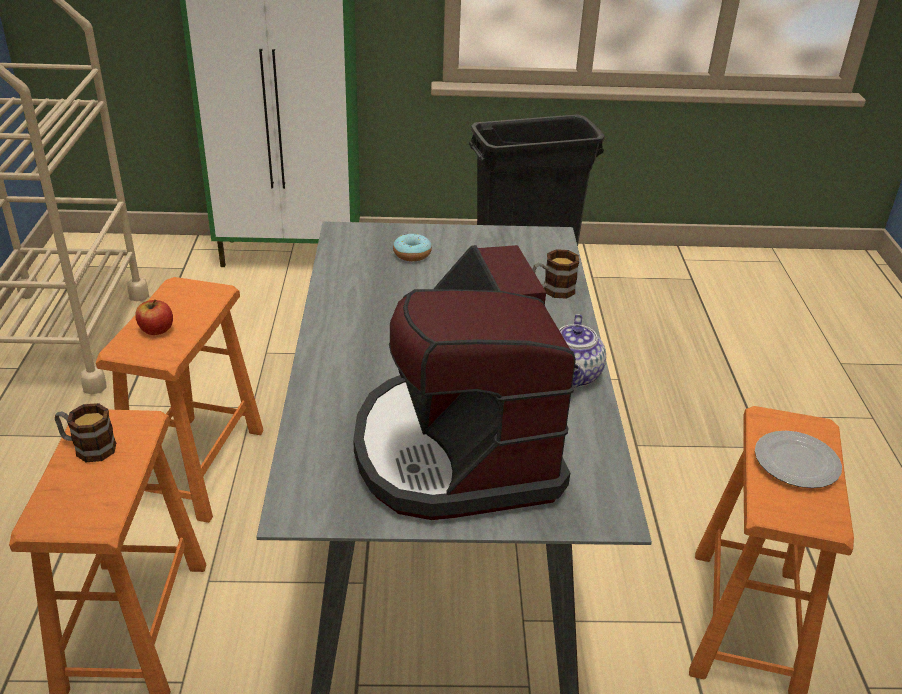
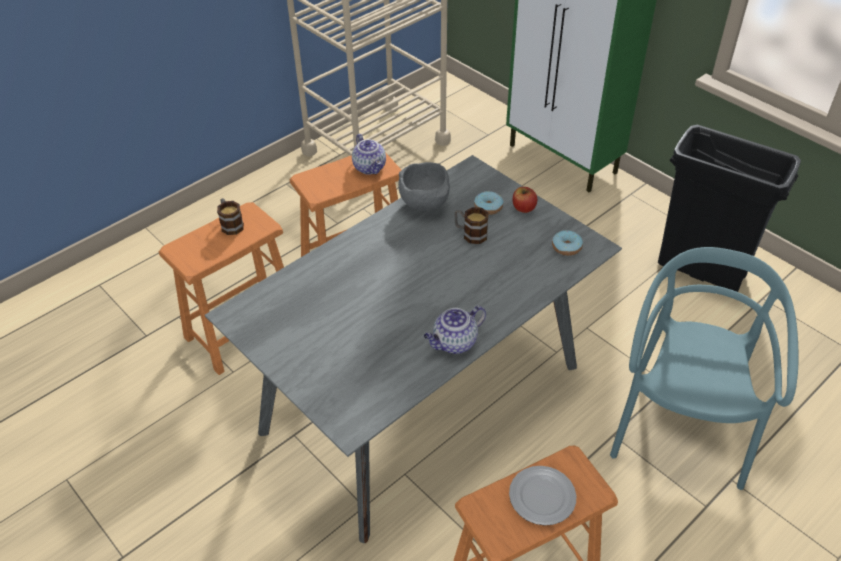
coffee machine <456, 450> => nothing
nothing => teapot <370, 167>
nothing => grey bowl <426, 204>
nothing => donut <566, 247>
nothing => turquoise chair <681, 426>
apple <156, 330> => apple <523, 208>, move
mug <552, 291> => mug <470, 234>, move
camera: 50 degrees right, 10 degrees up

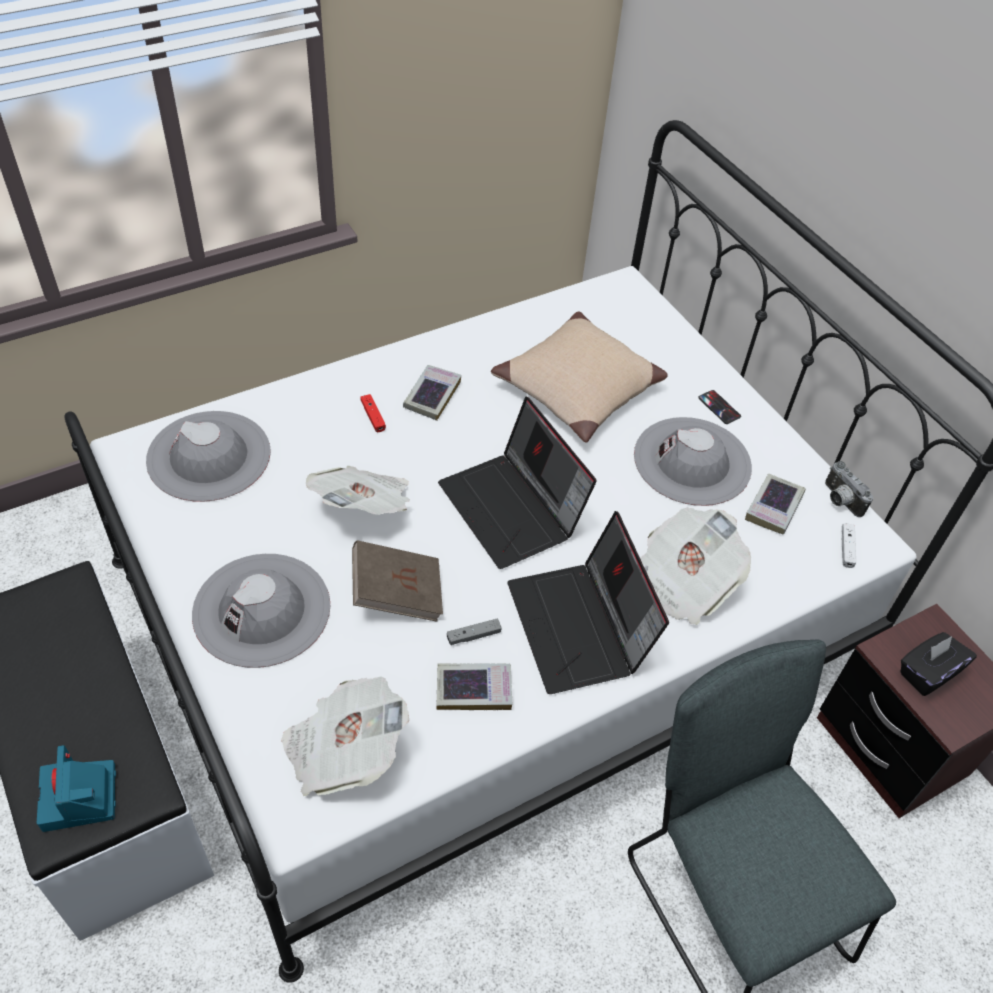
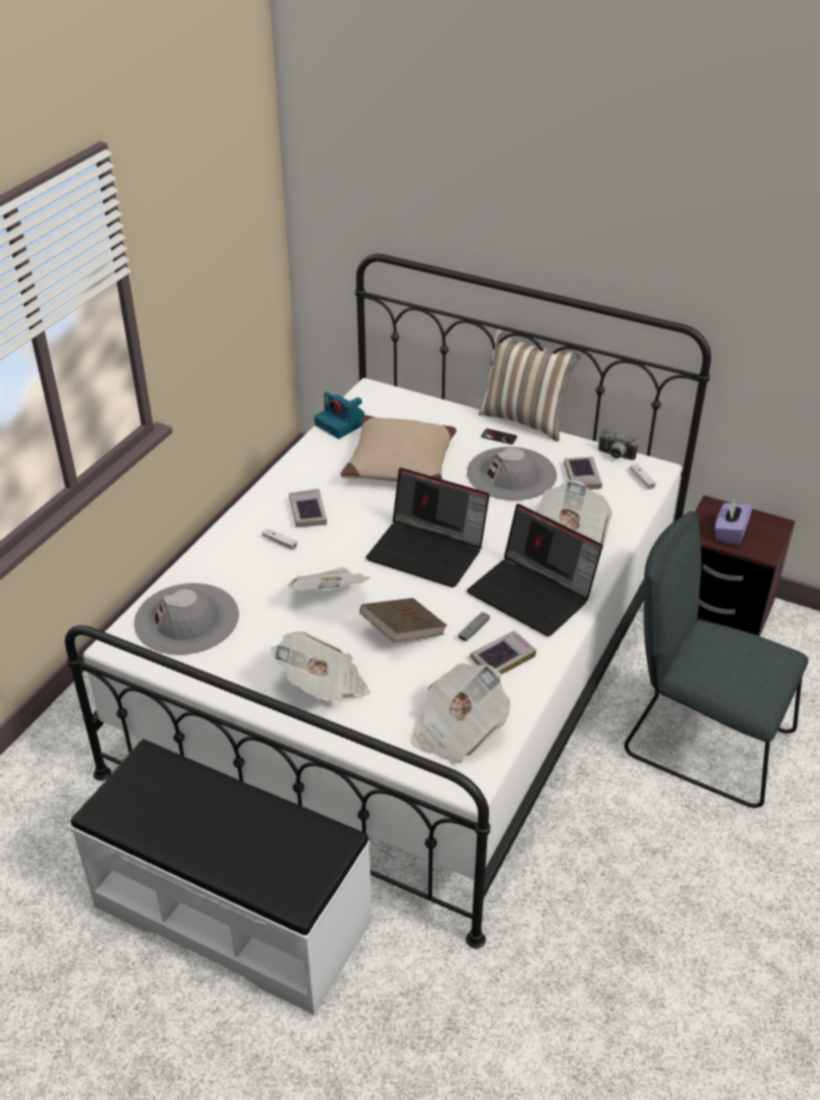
nothing => pillow <525, 420>
photo camera <80, 798> => photo camera <342, 424>, move
grey hat <262, 609> => newspaper <323, 686>
red game controller <373, 417> => white game controller <280, 542>
black tissue box <927, 673> => purple tissue box <730, 533>
camera: 30 degrees left, 10 degrees down

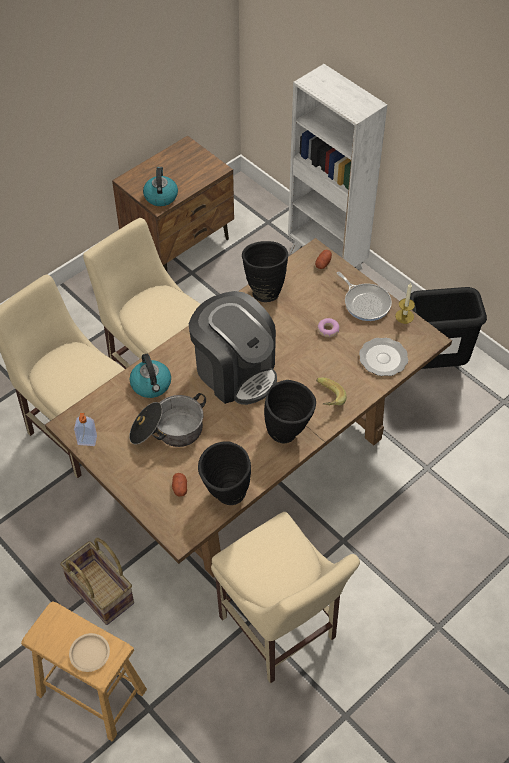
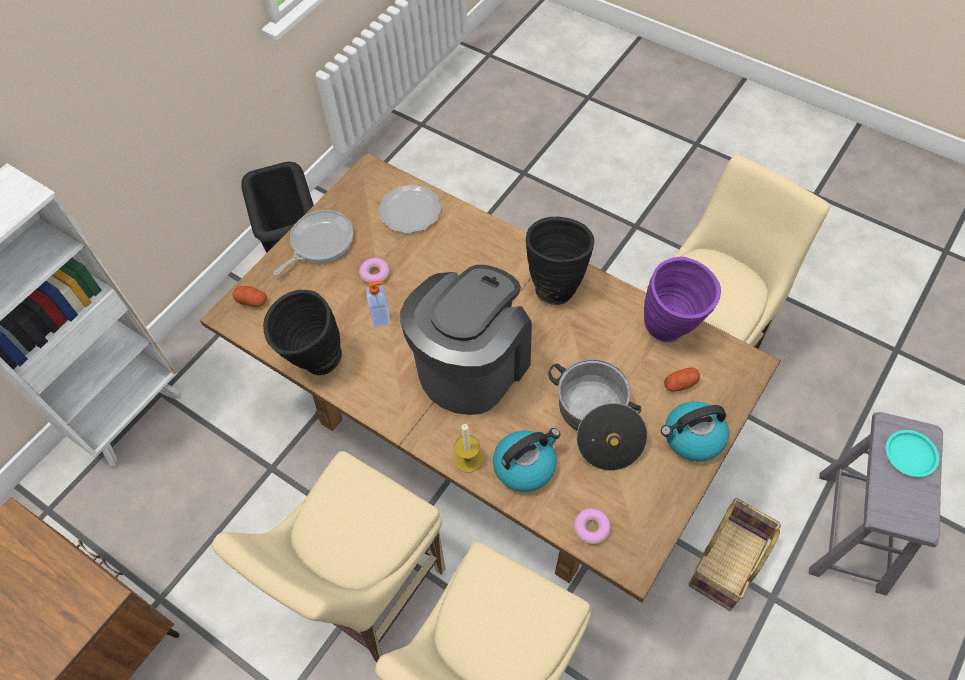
banana <326, 399> => nothing
nothing => donut <591, 528>
soap dispenser <87, 441> => soap dispenser <382, 317>, move
kettle <160, 196> => kettle <692, 438>, move
candle <404, 316> => candle <468, 458>, move
brown stool <91, 692> => grey stool <852, 531>
beige plate <90, 654> => turquoise plate <910, 454>
black vase <225, 497> => purple vase <673, 330>
camera: 100 degrees left, 5 degrees up

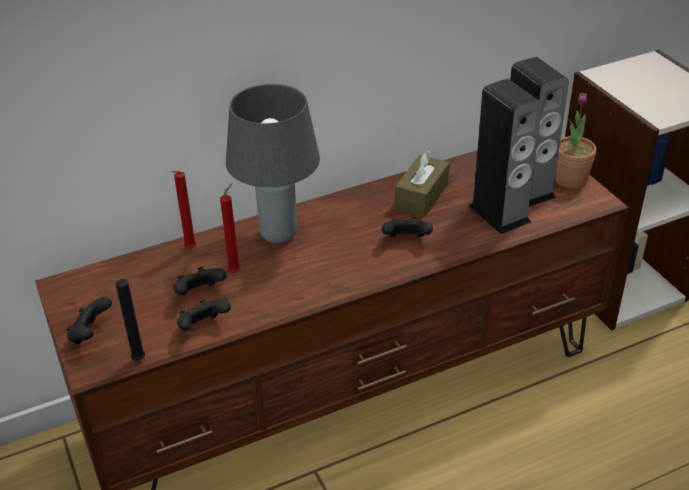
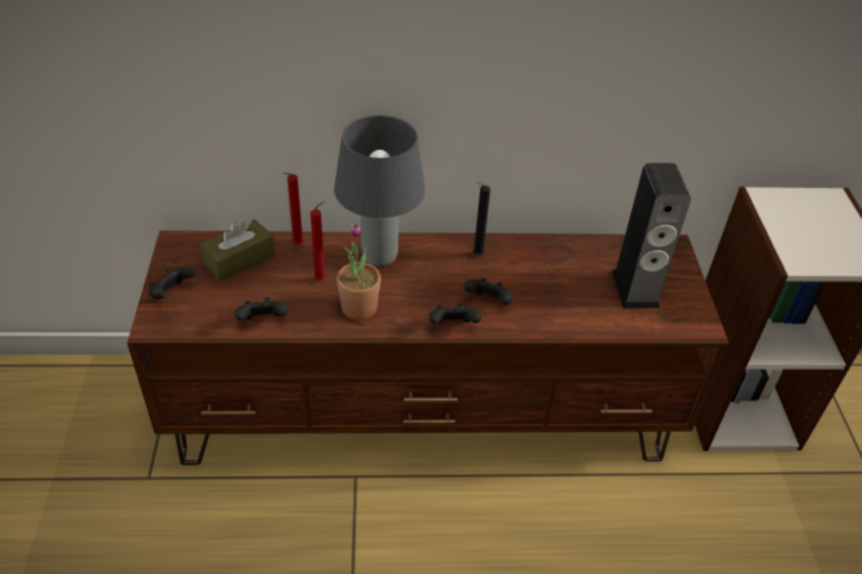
speaker <499, 214> => nothing
black candle <136, 361> => black candle <476, 255>, move
black game controller <199, 293> => black game controller <453, 326>, move
brown tissue box <421, 196> => brown tissue box <239, 260>, move
potted plant <570, 180> => potted plant <359, 307>, move
camera: 20 degrees right, 5 degrees up

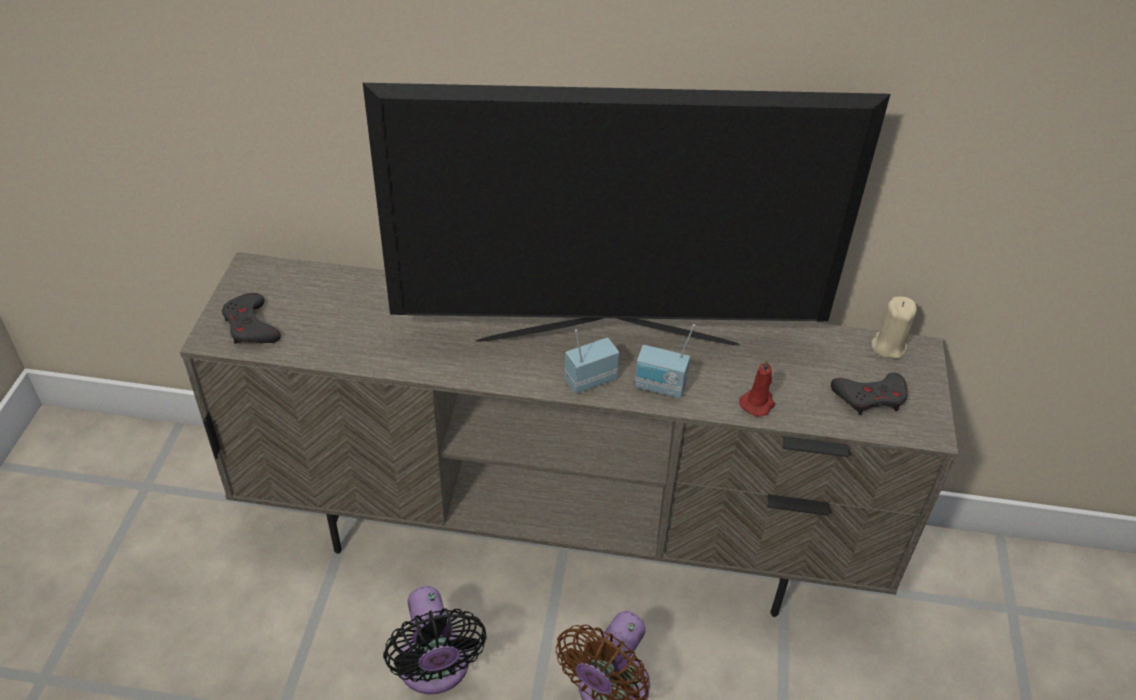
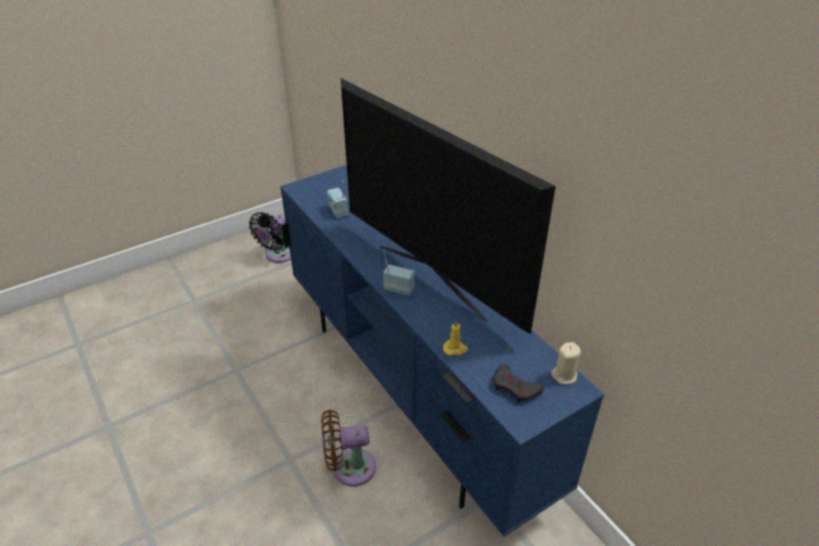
grey game controller <251, 326> => nothing
black fan <435, 669> => black fan <278, 255>, move
radio <659, 387> => radio <337, 212>, move
beige tv stand <564, 536> => blue tv stand <413, 395>
red candle <758, 403> => yellow candle <455, 349>
camera: 50 degrees right, 5 degrees down

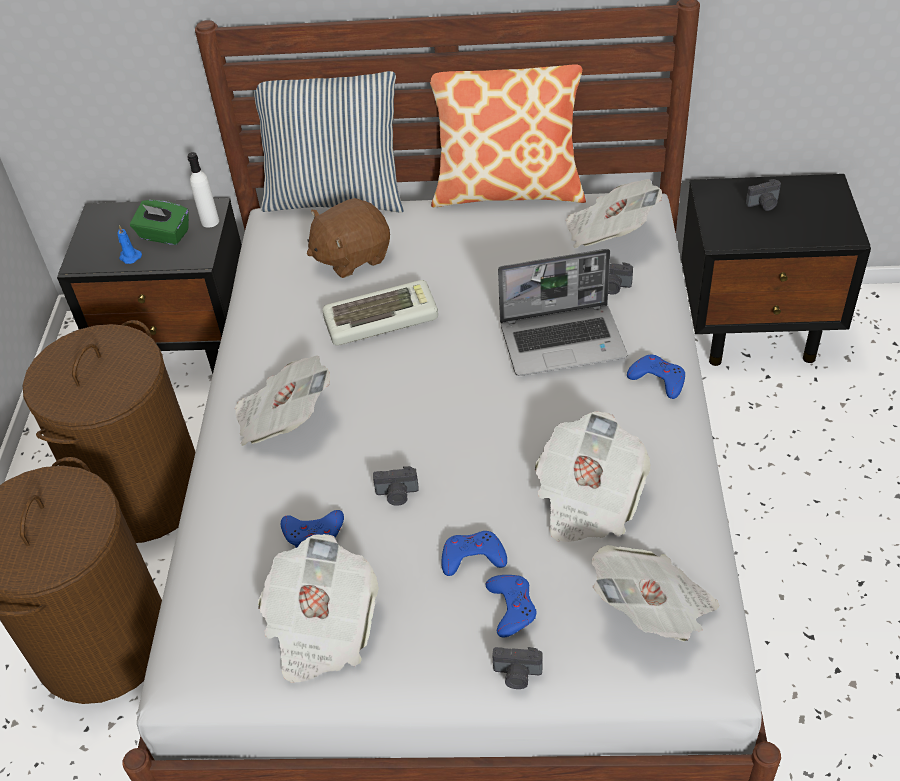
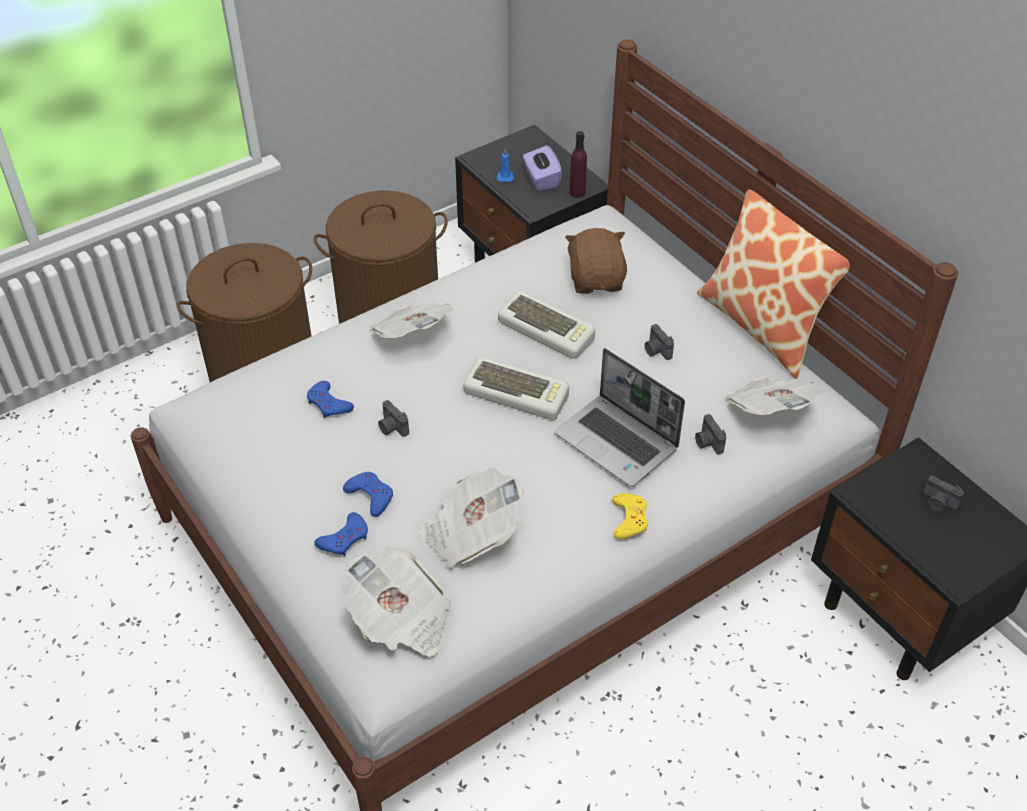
pillow <336, 197> => nothing
newspaper <321, 628> => nothing
nothing => keyboard <518, 393>
photo camera <517, 675> => photo camera <656, 351>, move
green tissue box <164, 235> => purple tissue box <541, 179>
white bottle <210, 221> => purple bottle <577, 192>
blue game controller <658, 379> => yellow game controller <629, 519>
brown plush toy <351, 257> => brown plush toy <596, 280>, 60 degrees clockwise
camera: 50 degrees right, 0 degrees up

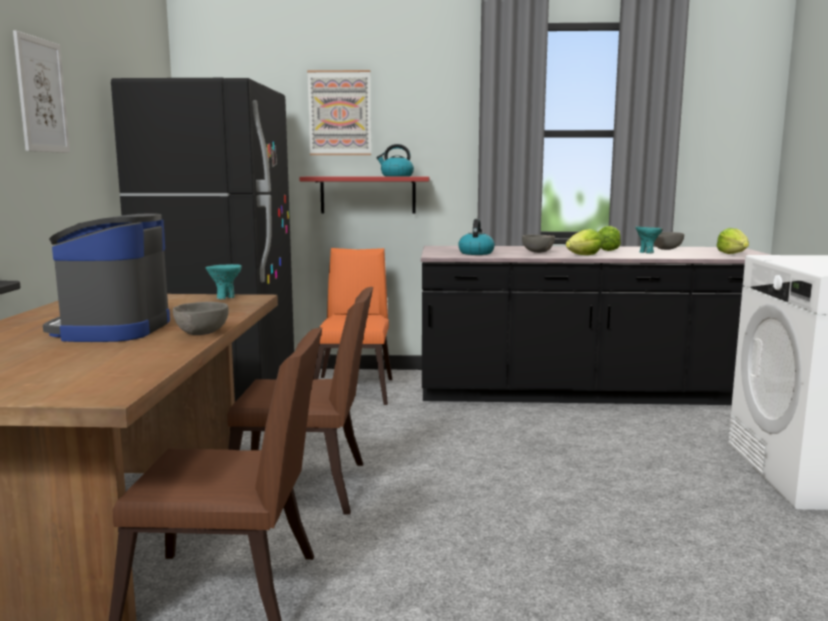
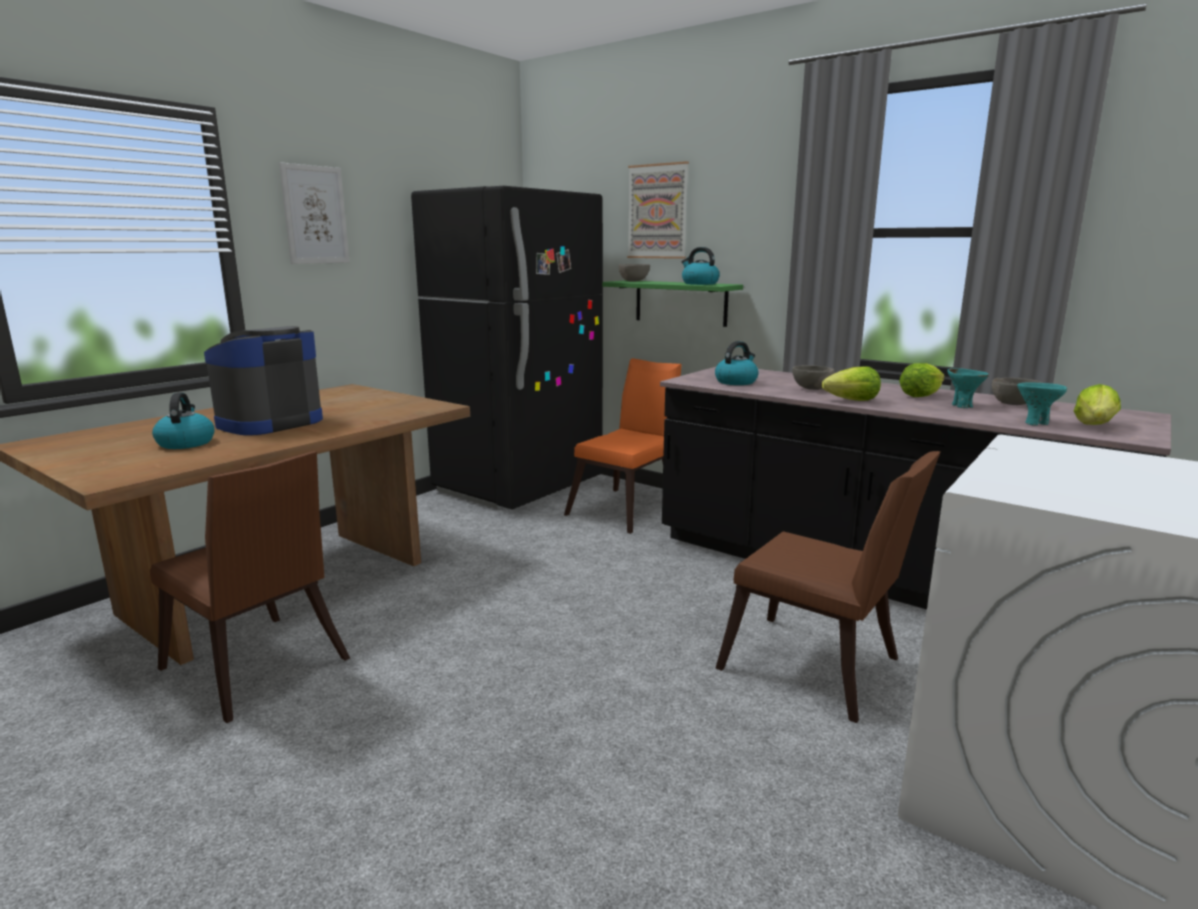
nothing => kettle <186, 443>
grey bowl <201, 333> => grey bowl <633, 281>, move
turquoise bowl <225, 297> => turquoise bowl <1035, 423>, move
brown chair <307, 488> => brown chair <818, 670>, move
red shelf <368, 195> => green shelf <680, 302>
camera: 35 degrees right, 5 degrees up

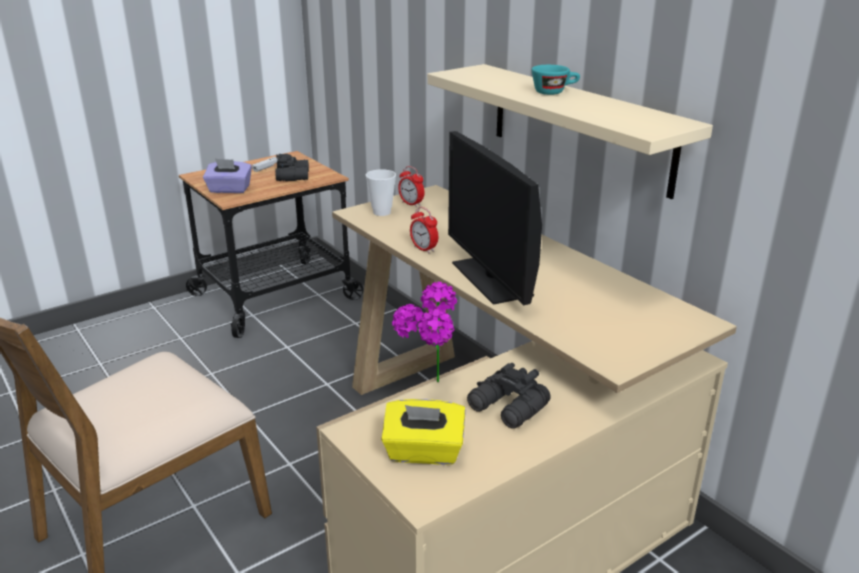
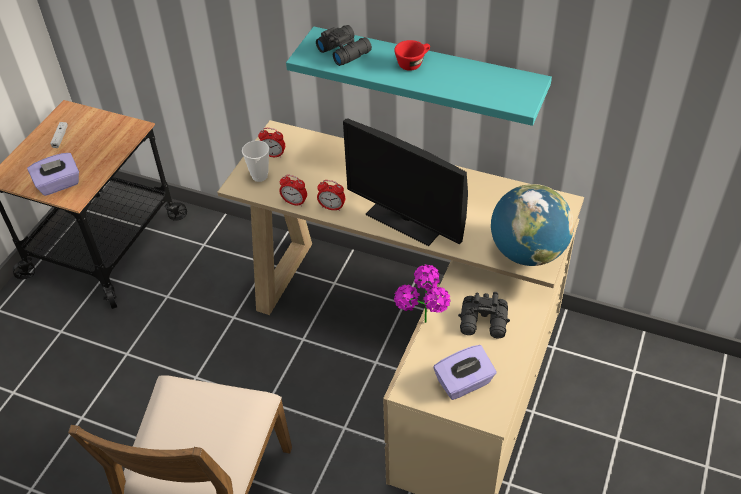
nothing => alarm clock <294, 202>
nothing => globe <527, 252>
black binoculars <294, 176> => black binoculars <344, 50>, move
yellow tissue box <423, 452> => purple tissue box <464, 383>
beige shelf <579, 127> => turquoise shelf <427, 75>
turquoise cup <554, 92> => red cup <413, 63>
camera: 30 degrees left, 20 degrees up

